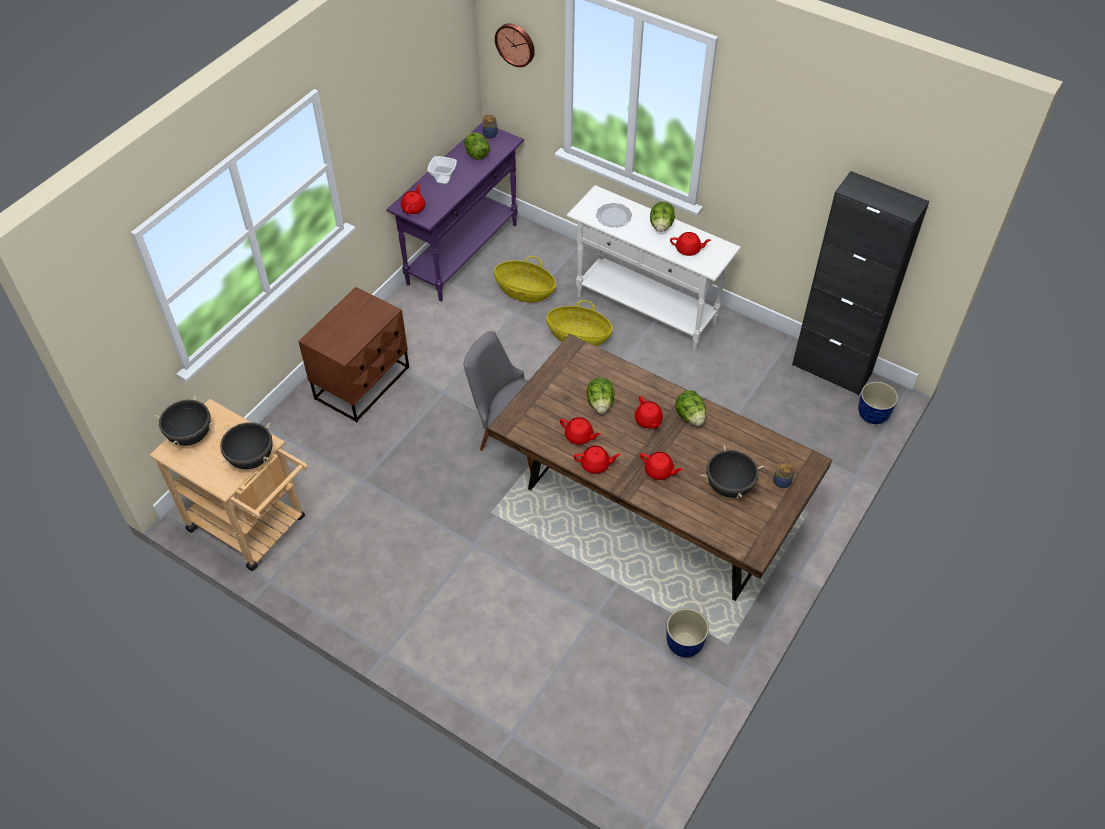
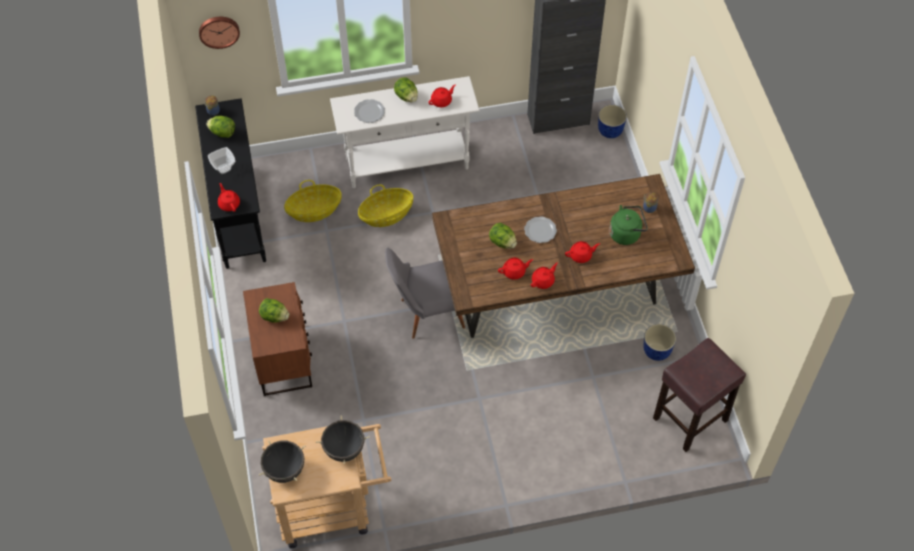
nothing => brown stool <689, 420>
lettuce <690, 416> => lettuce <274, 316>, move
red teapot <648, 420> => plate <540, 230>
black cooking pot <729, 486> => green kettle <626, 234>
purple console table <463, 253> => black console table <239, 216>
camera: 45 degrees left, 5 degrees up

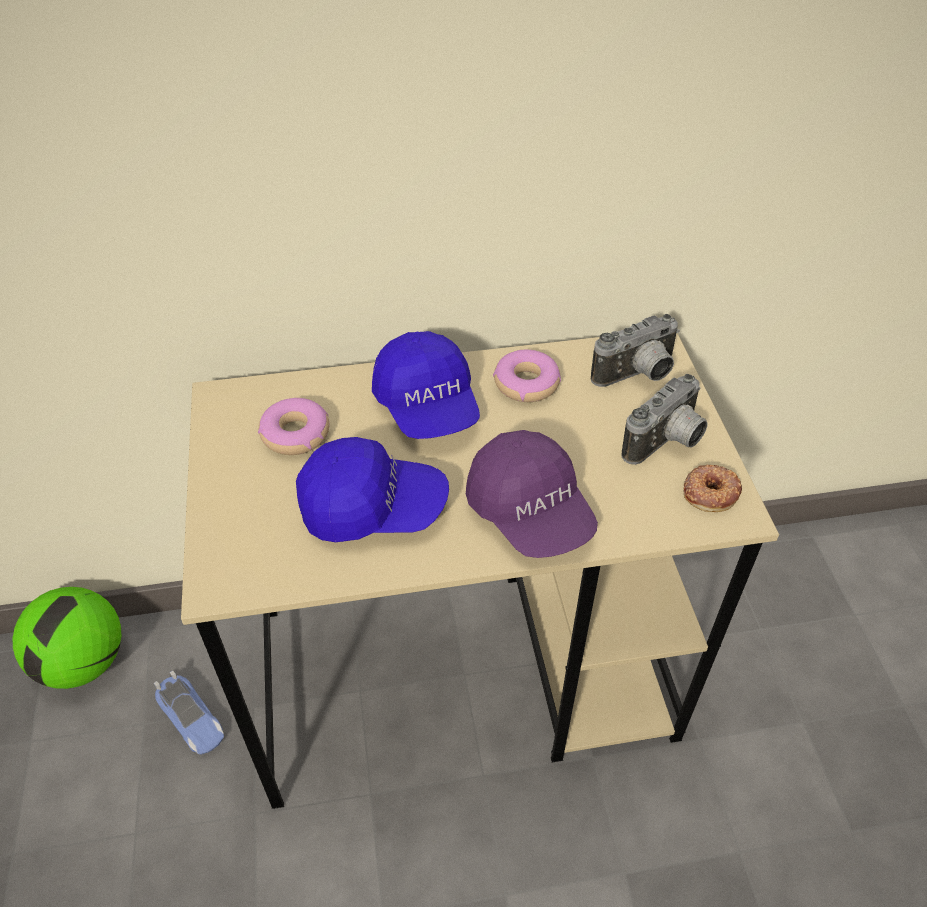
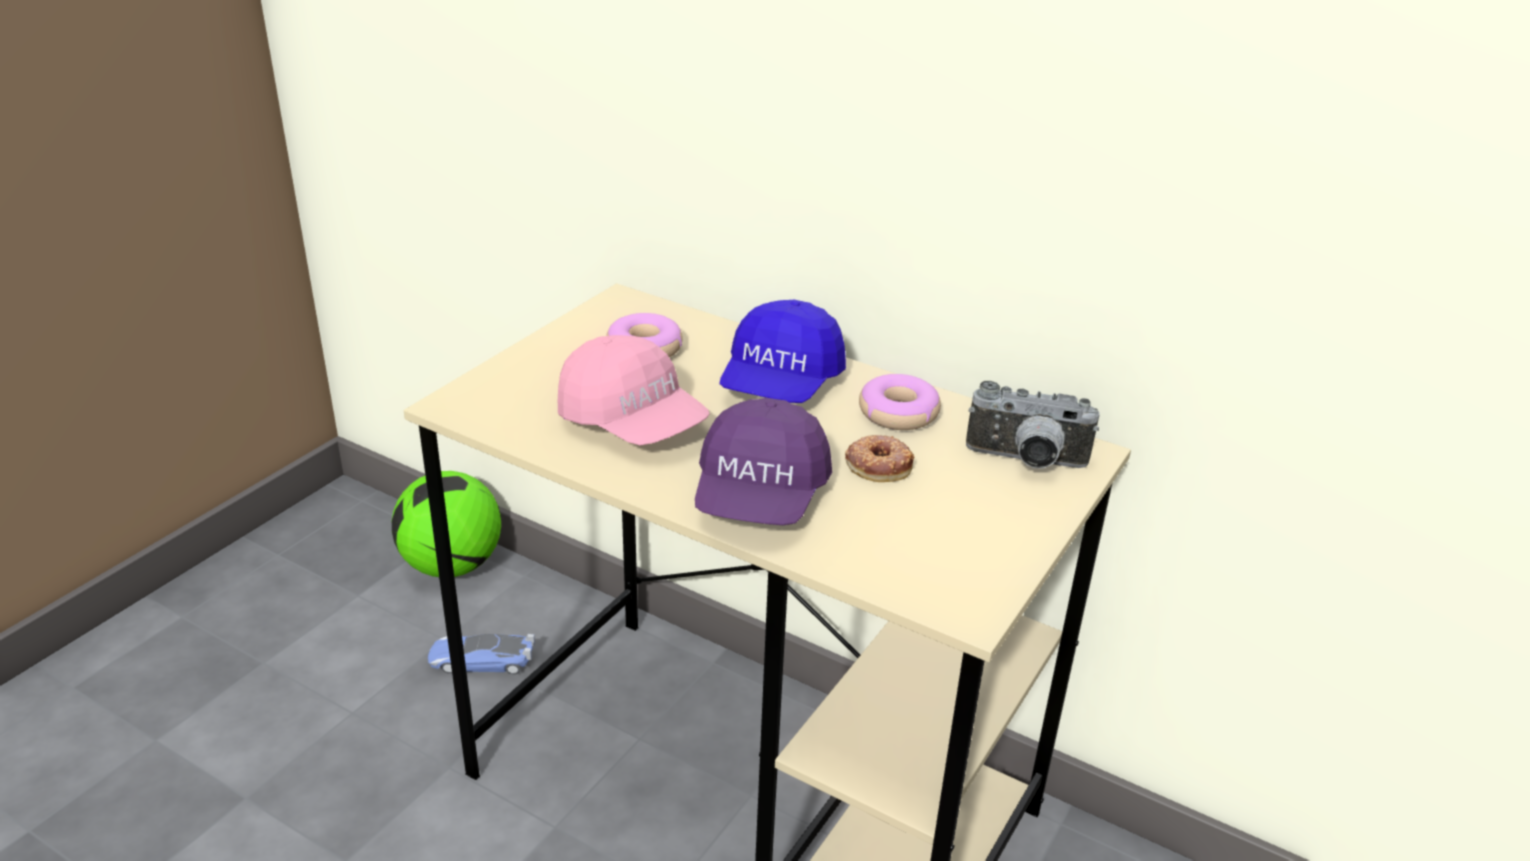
photo camera <667, 443> => nothing
donut <710, 492> => donut <879, 464>, move
blue cap <373, 508> => pink cap <633, 422>
toy car <191, 718> => toy car <481, 660>, 90 degrees clockwise
camera: 40 degrees right, 15 degrees down

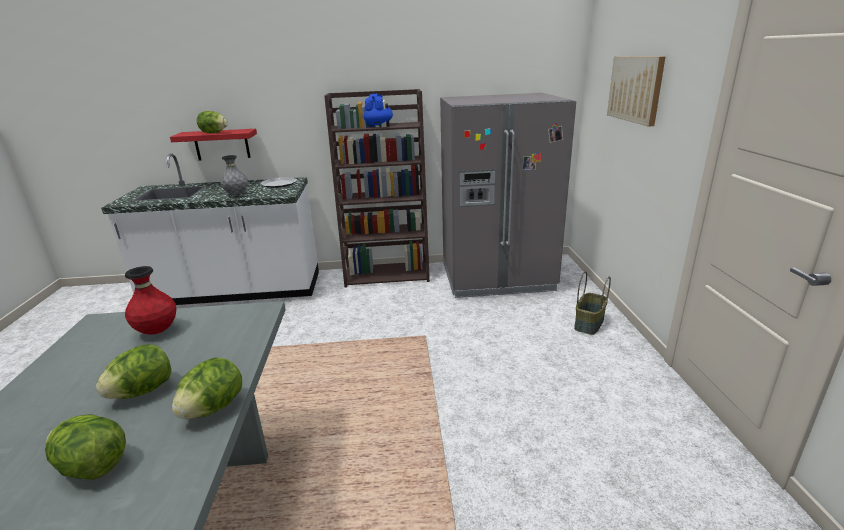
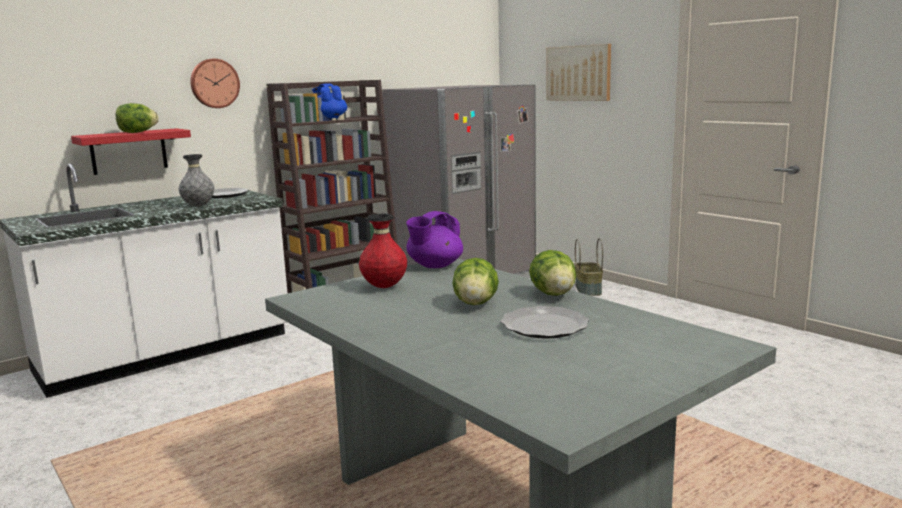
nothing => wall clock <214, 83>
nothing => purple teapot <434, 266>
lettuce <93, 466> => plate <545, 326>
camera: 35 degrees left, 10 degrees down

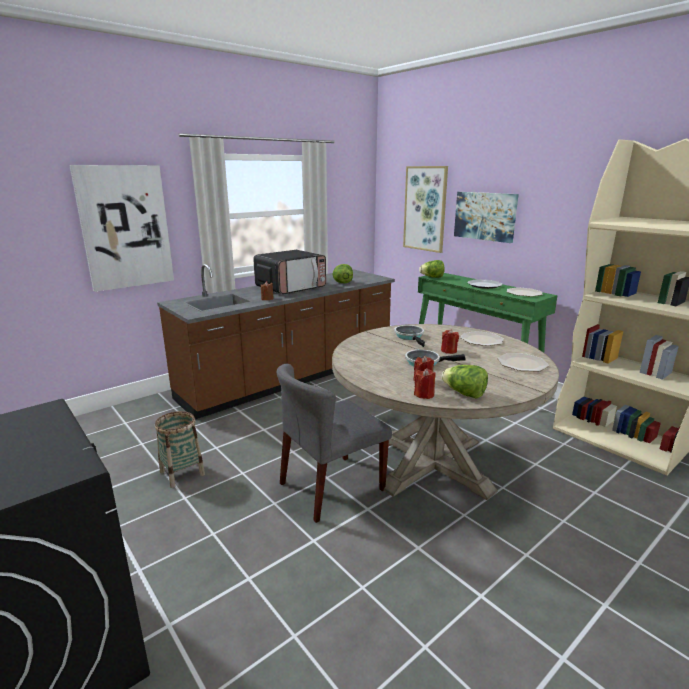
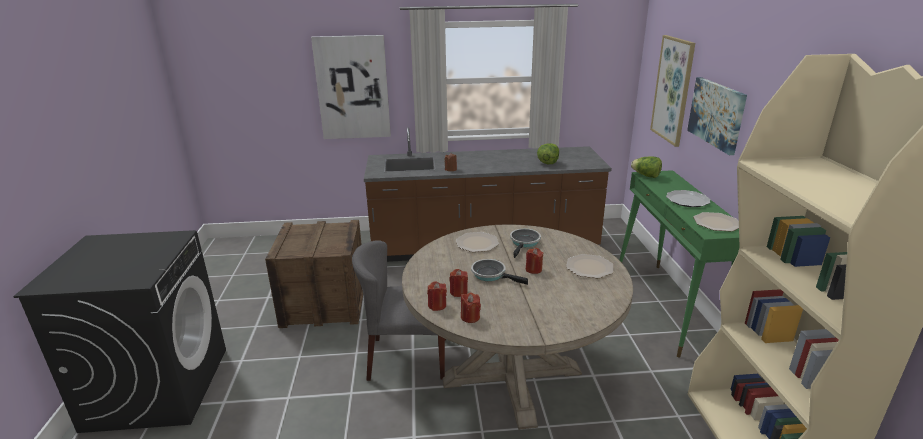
microwave <291, 287> => nothing
plate <522, 363> => plate <477, 243>, move
basket <182, 473> => crate <324, 303>
lettuce <464, 394> => red candle <470, 317>
camera: 35 degrees right, 5 degrees up

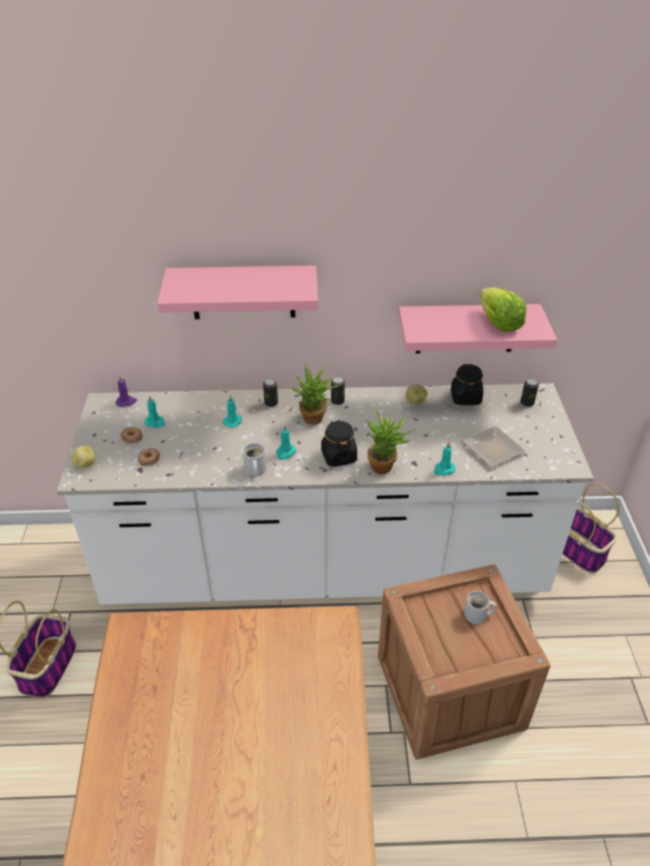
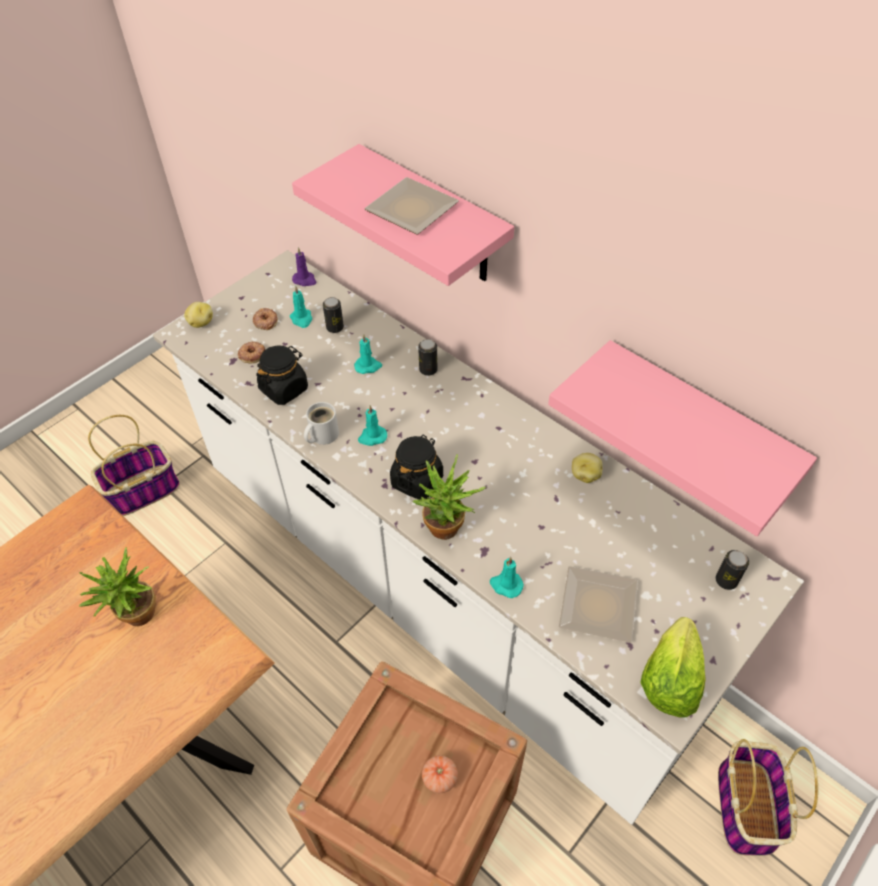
nothing => plate <408, 210>
potted plant <315, 421> => potted plant <136, 618>, move
can <337, 401> => can <335, 328>, move
black jar <465, 397> => black jar <284, 389>, move
lettuce <498, 323> => lettuce <669, 680>, move
white mug <477, 615> => tomato <439, 778>
camera: 45 degrees right, 10 degrees up

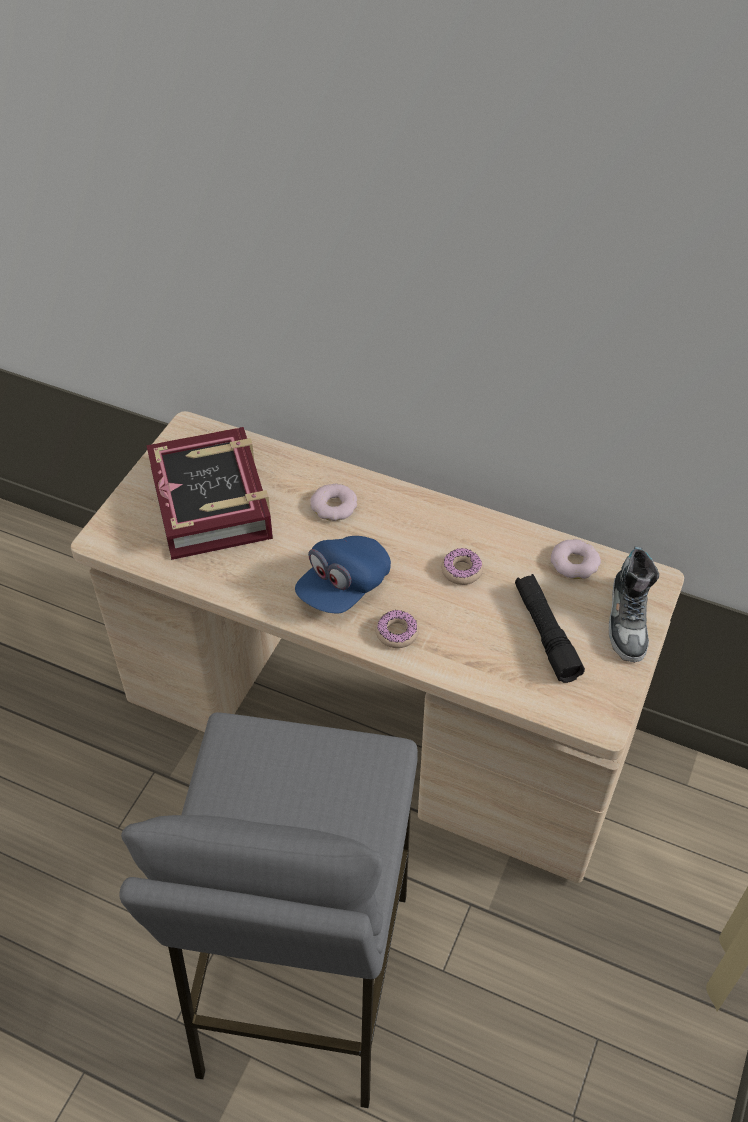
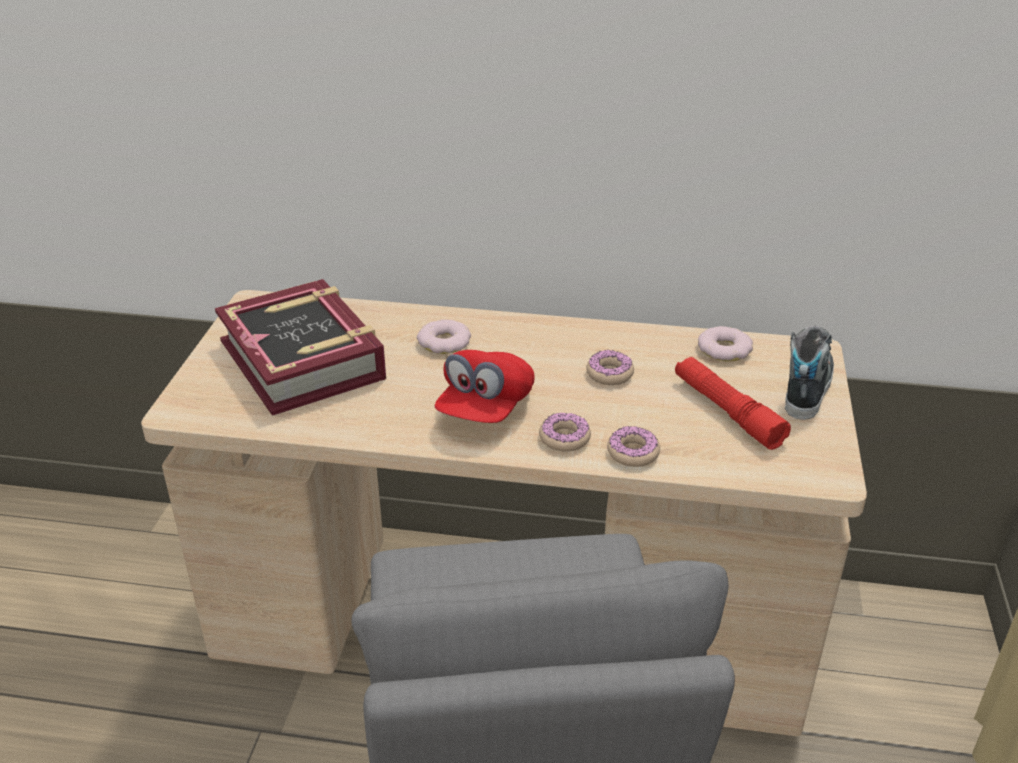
nothing => donut <633, 453>
blue cap <343, 587> => red cap <485, 408>
black flashlight <545, 633> => red flashlight <727, 411>
shoe <628, 620> => shoe <806, 386>, 150 degrees counterclockwise
camera: 15 degrees left, 15 degrees down

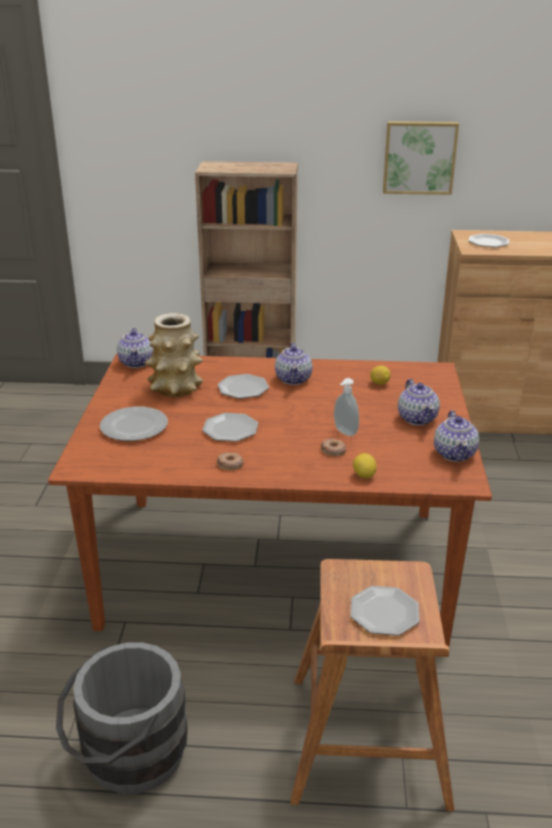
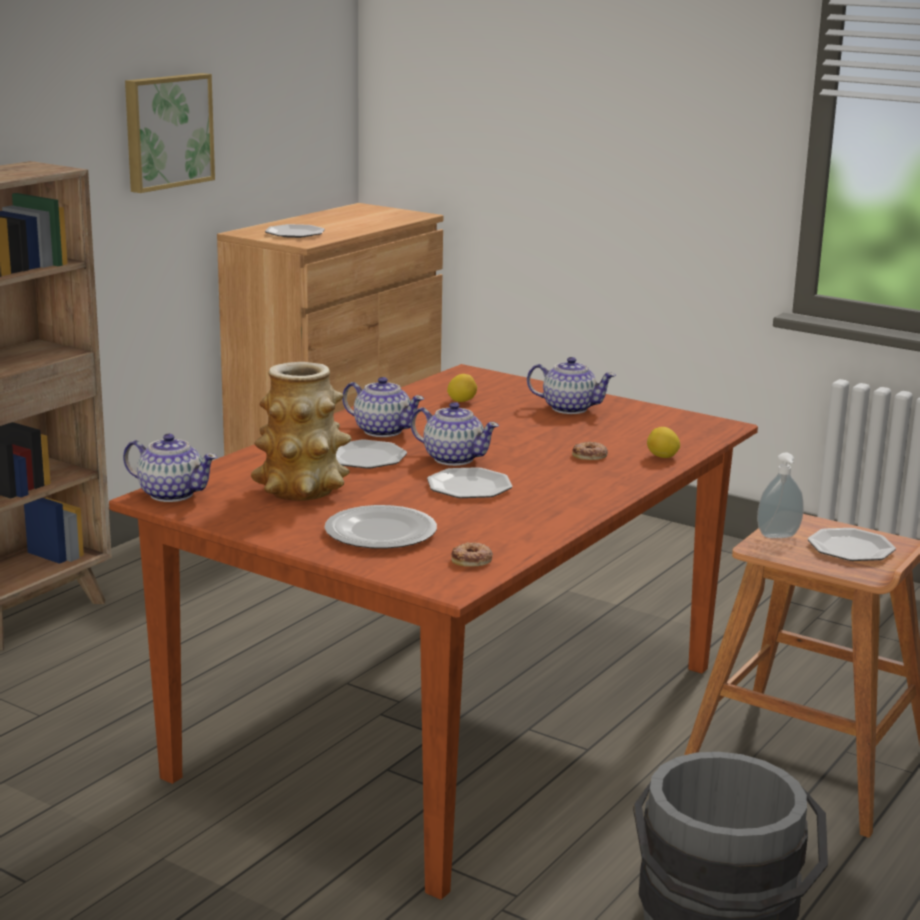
donut <230, 464> => donut <472, 560>, move
soap dispenser <344, 432> => soap dispenser <779, 537>, move
teapot <455, 453> => teapot <453, 458>, move
camera: 60 degrees left, 10 degrees down

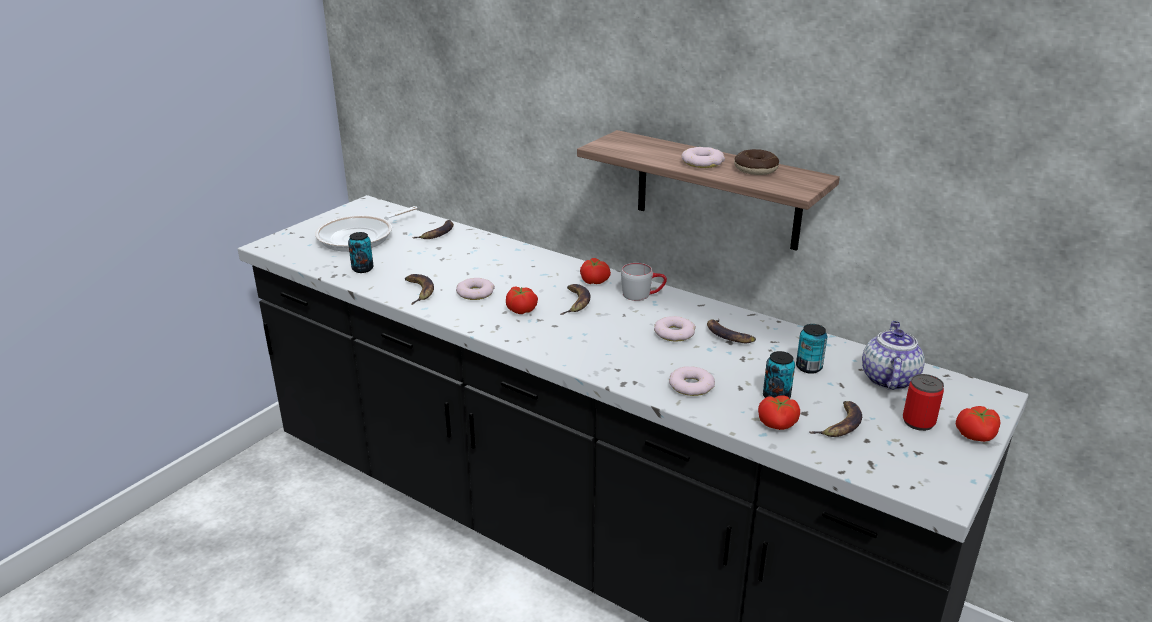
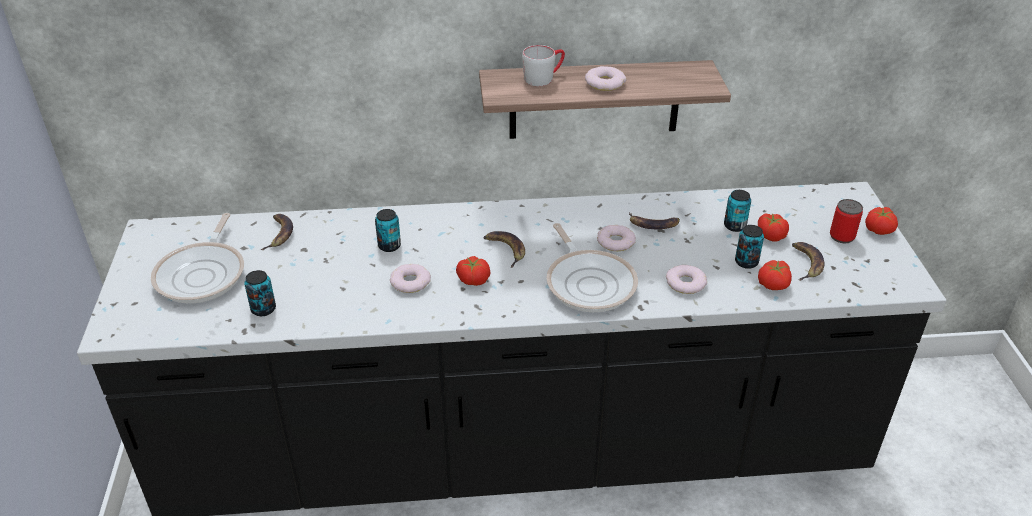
banana <418, 291> => nothing
donut <755, 169> => nothing
teapot <888, 378> => nothing
nothing => can <389, 246>
nothing => frying pan <589, 282>
tomato <595, 281> => tomato <771, 235>, move
grey mug <643, 294> => grey mug <544, 77>, move
camera: 40 degrees left, 10 degrees up

